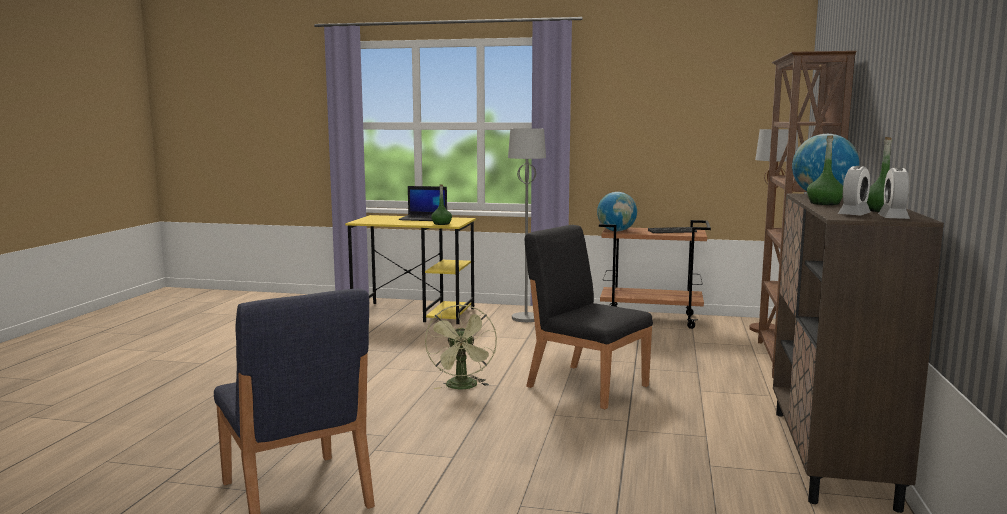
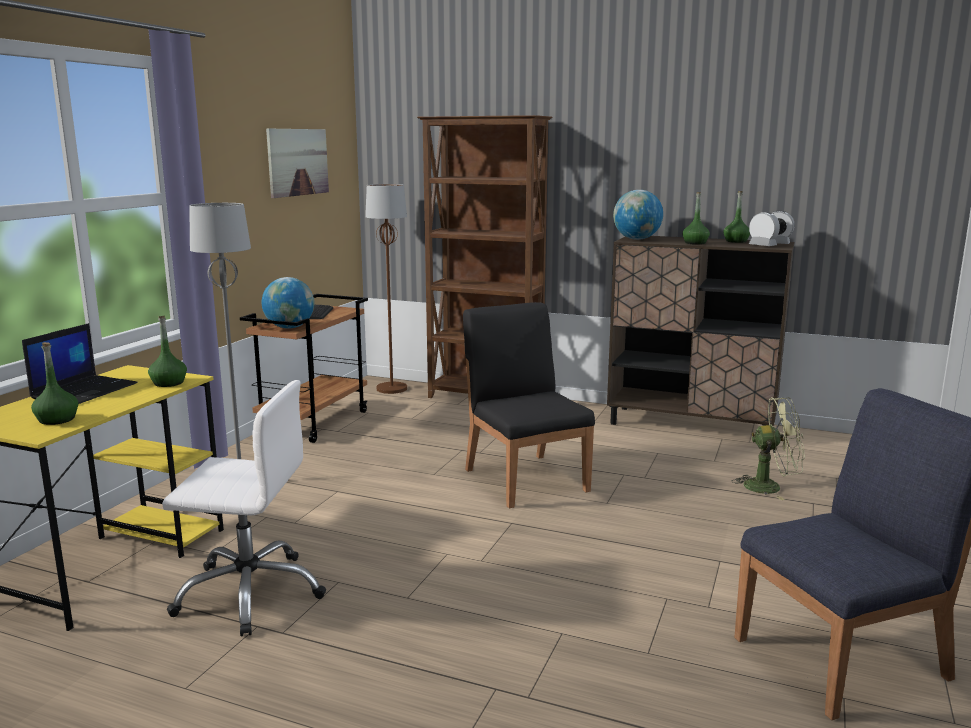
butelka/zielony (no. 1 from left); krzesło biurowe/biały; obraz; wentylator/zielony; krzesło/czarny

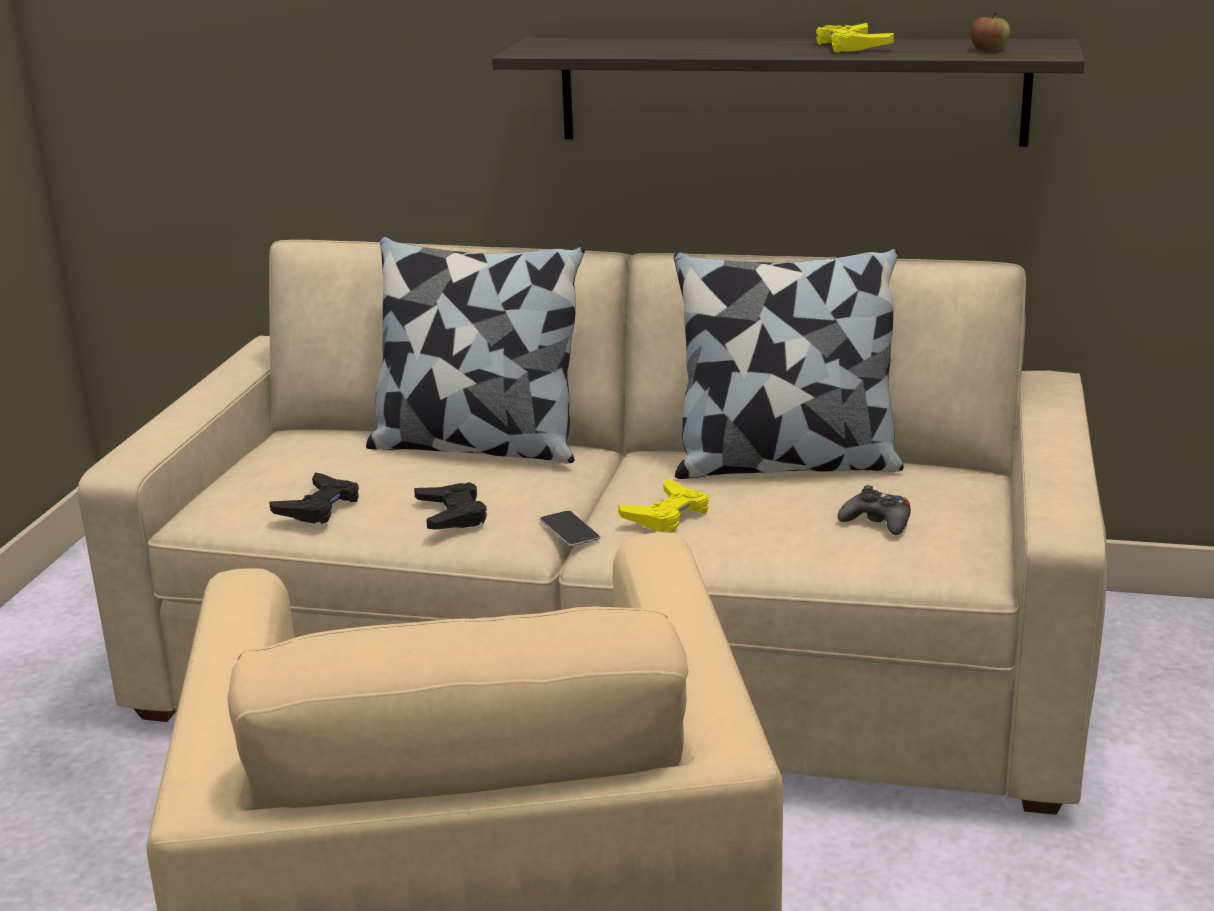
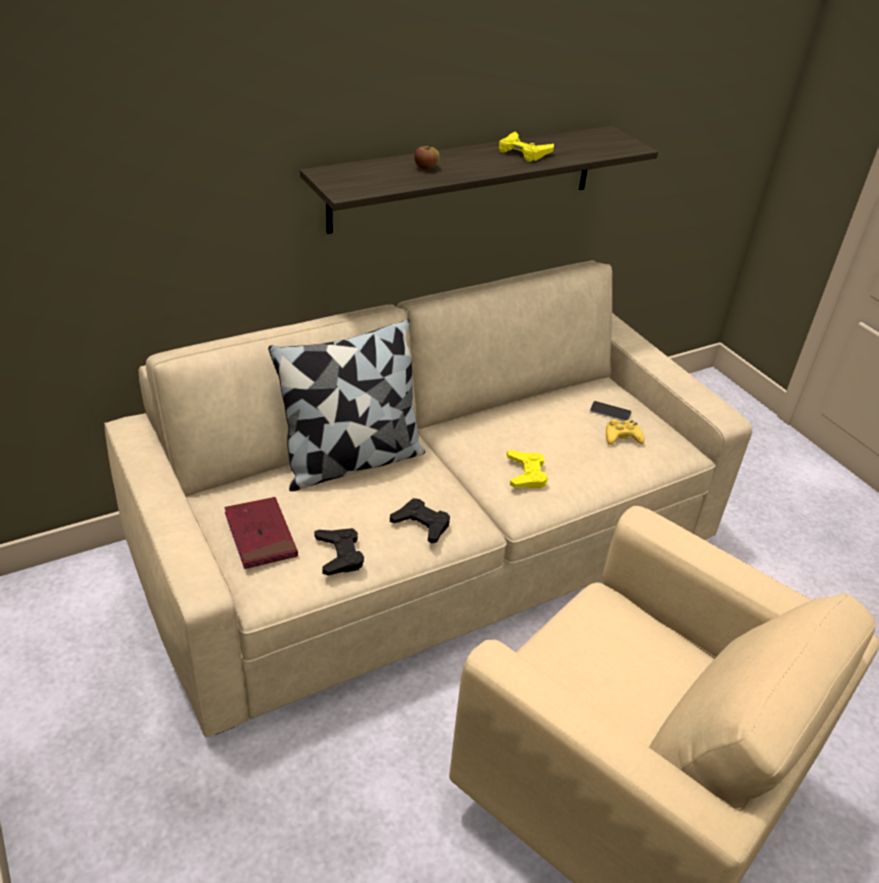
poduszka (no. 2 from left in the first image); książka/czerwony; telefon; jabłko; pad do gier/żółty (no. 3 from left)

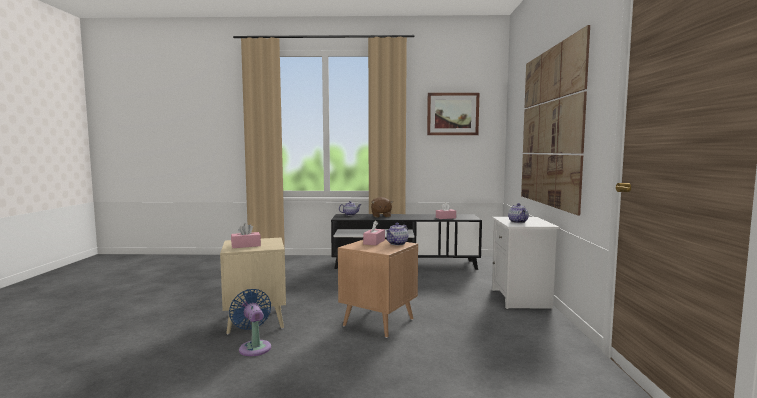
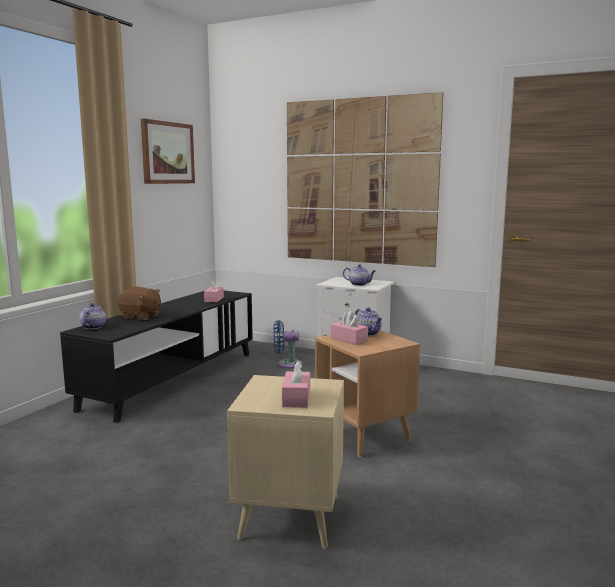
wentylator/niebieski

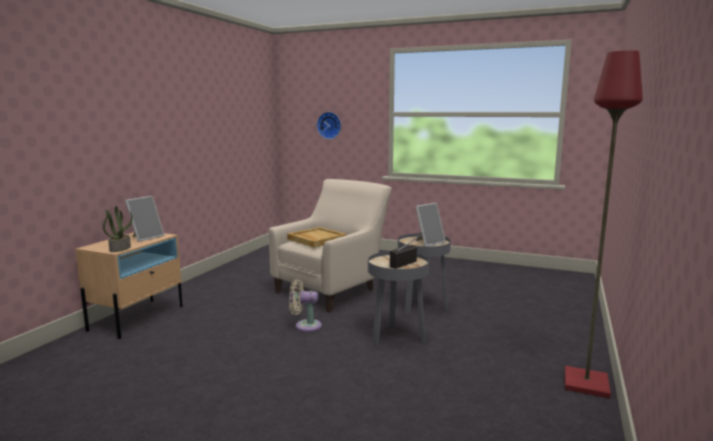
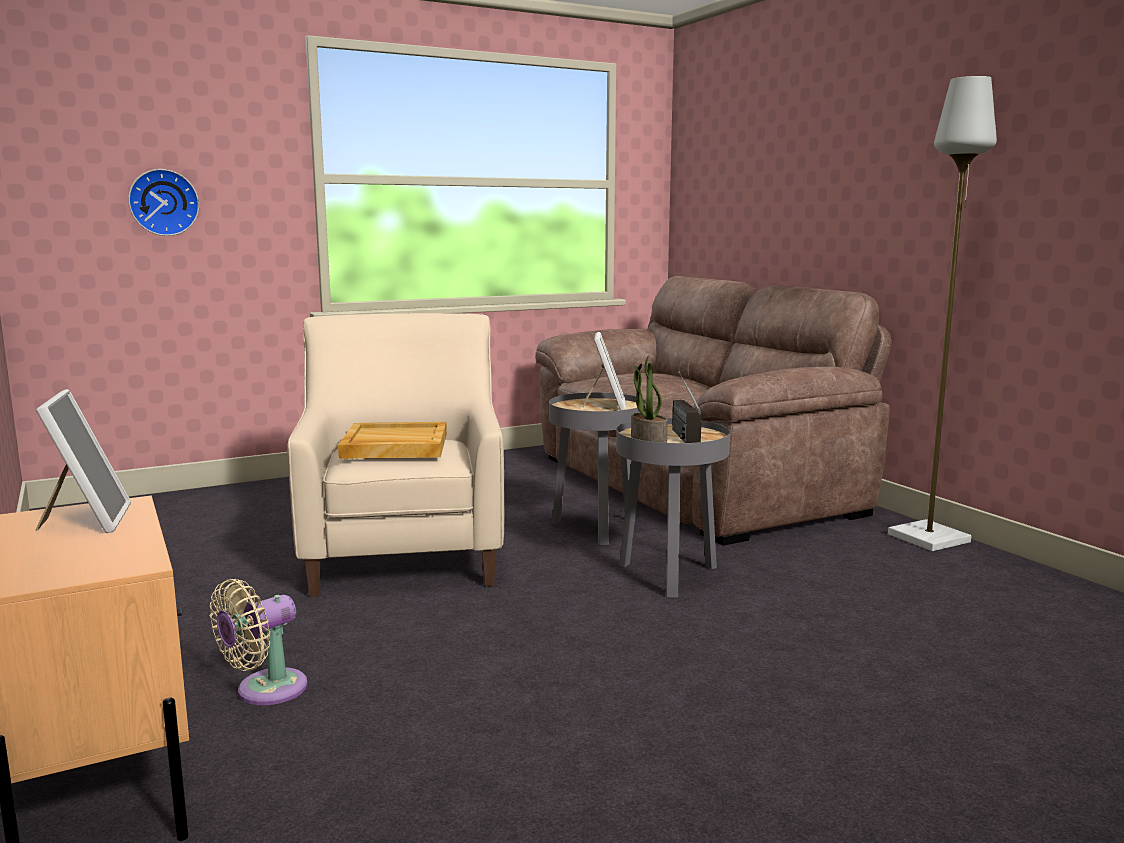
kanapa/brązowy; roślina doniczkowa; wentylator/beżowy; lampa stojąca/szary

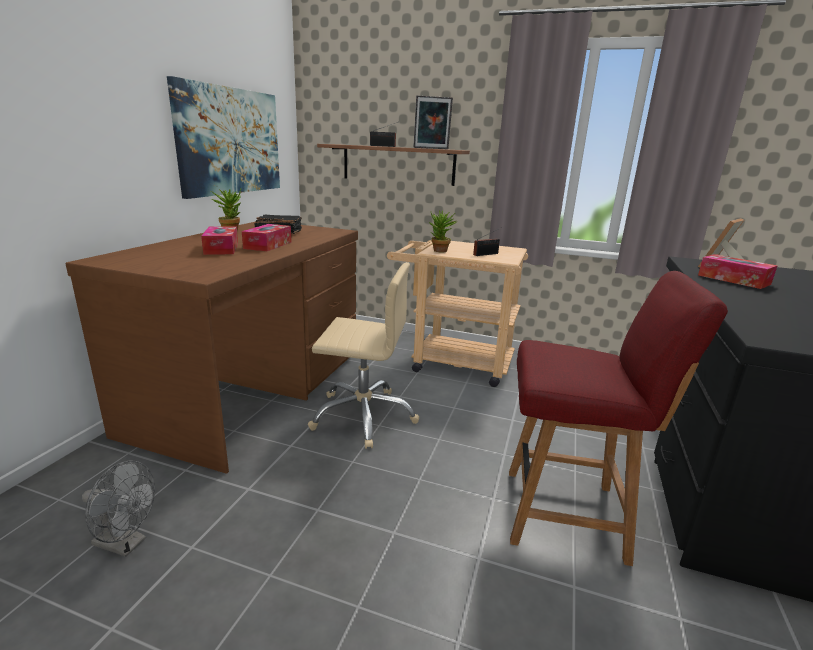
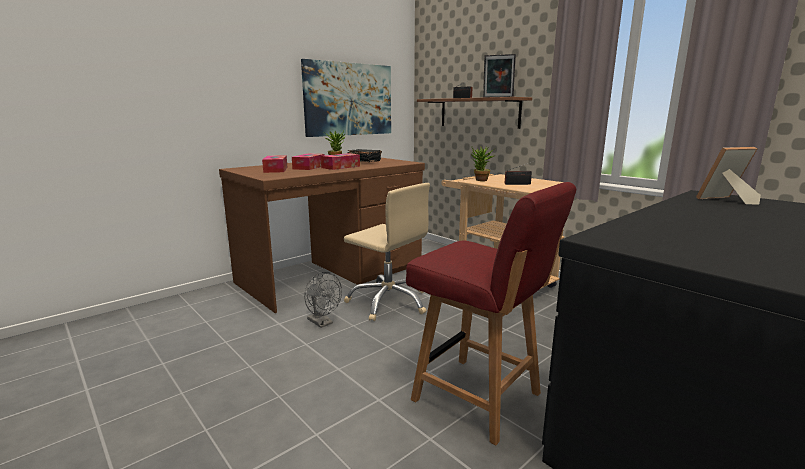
wentylator/szary; pudełko chusteczek (no. 1 from left)

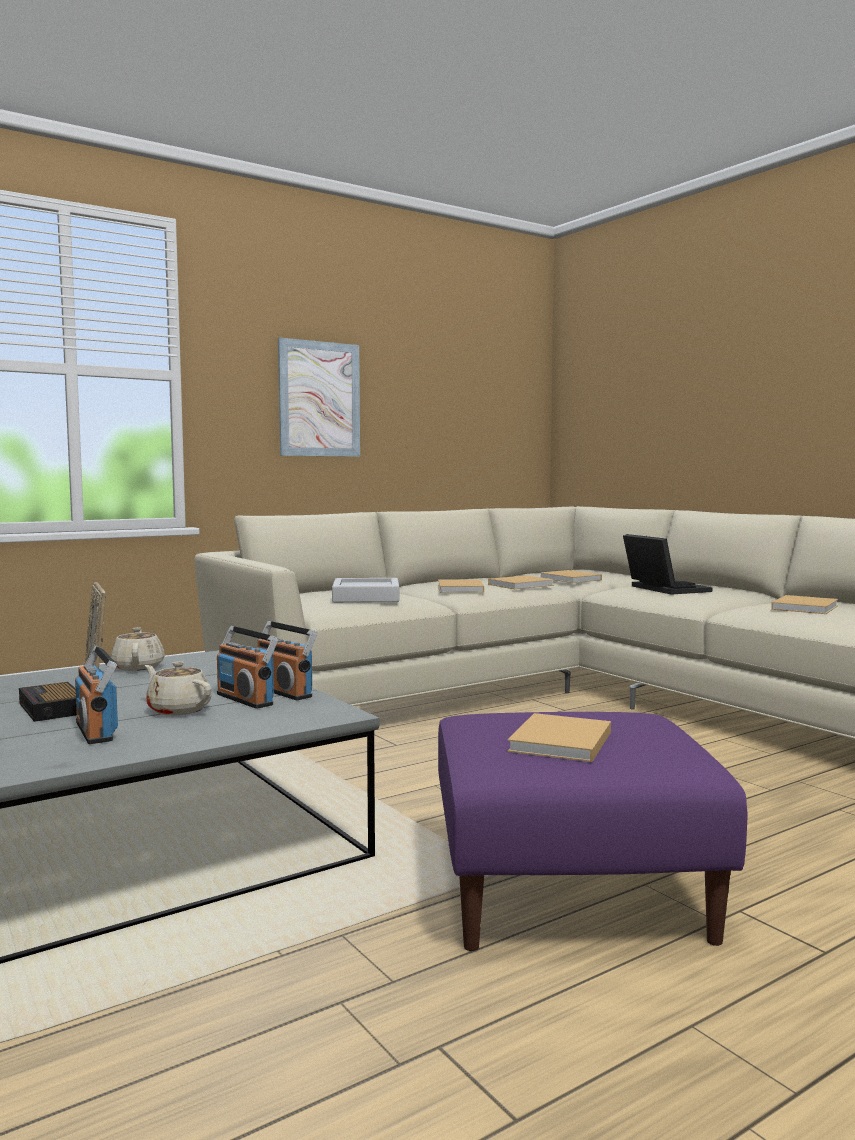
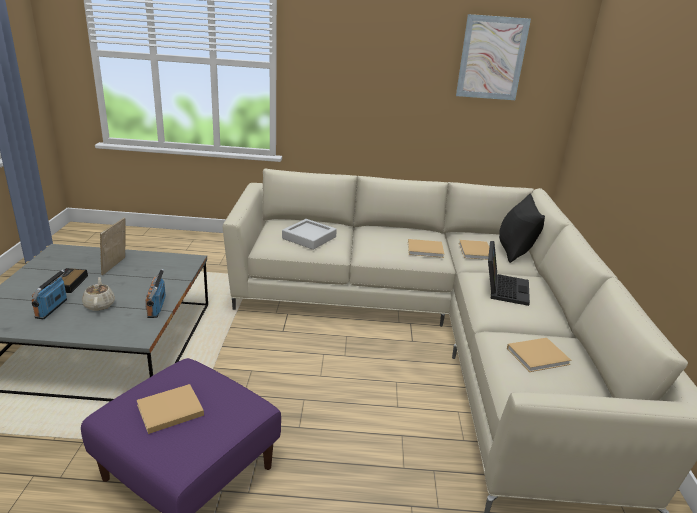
imbryk/beżowy (no. 1 from left in the first image); radio (no. 2 from left in the first image); książka/beżowy (no. 1 from left in the first image); poduszka/czarny; obraz

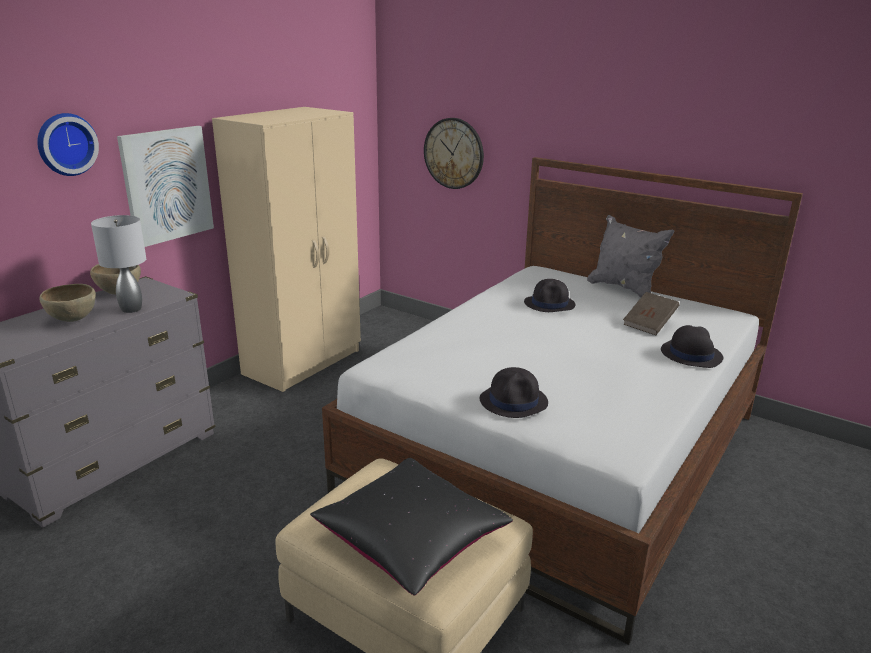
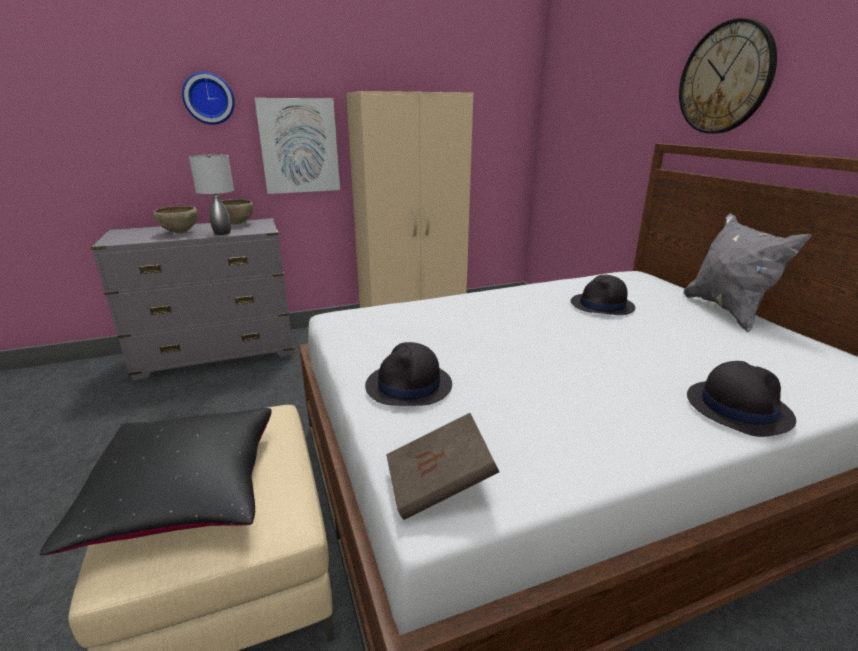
zegar ścienny (no. 2 from left); książka/brązowy

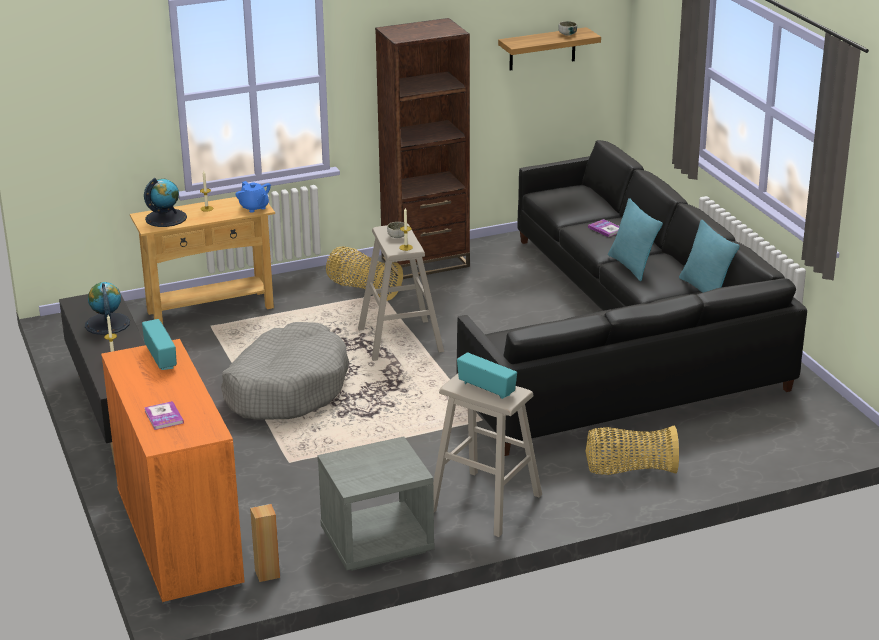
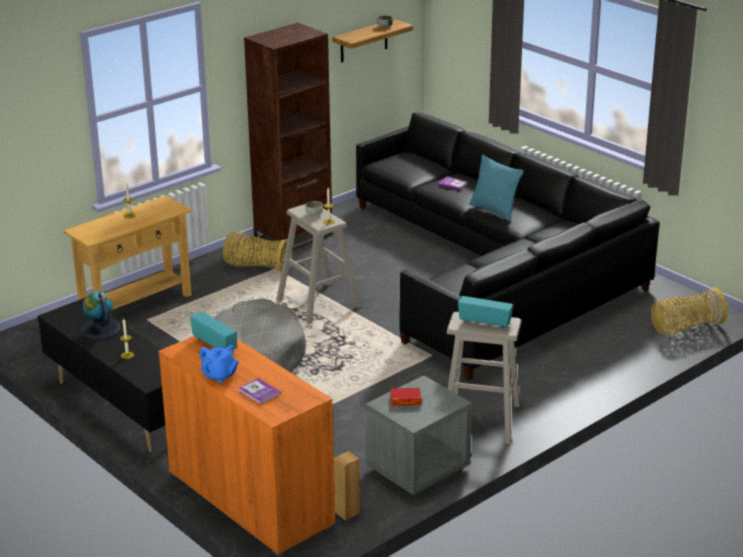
globus (no. 2 from left in the first image); poduszka/turkusowy (no. 2 from left in the first image); książka (no. 2 from left); imbryk/niebieski; koszyk (no. 2 from left)

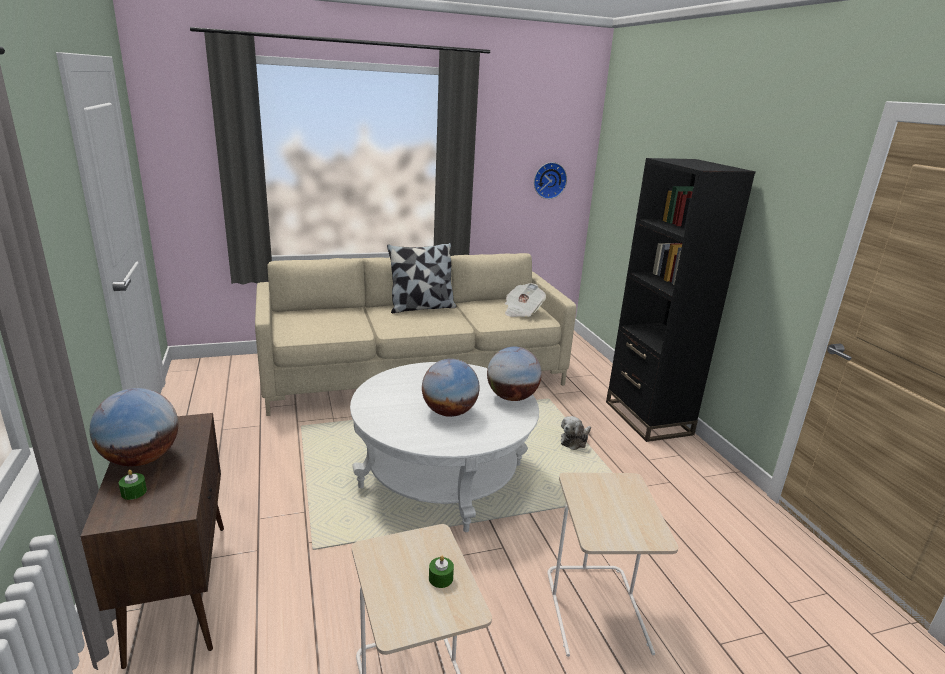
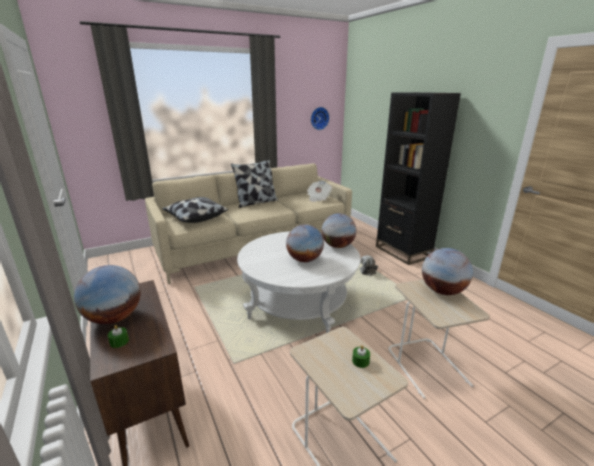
poduszka (no. 1 from left); globus (no. 4 from left)

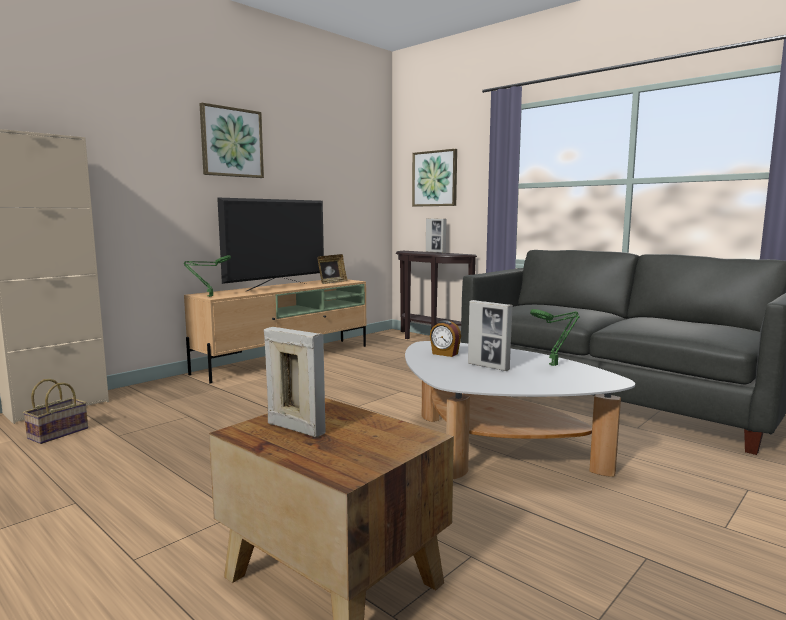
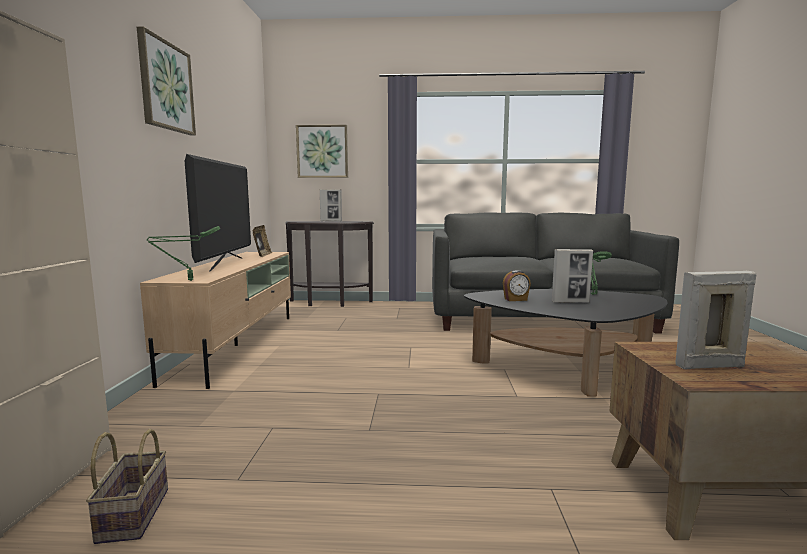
ława/czarny

